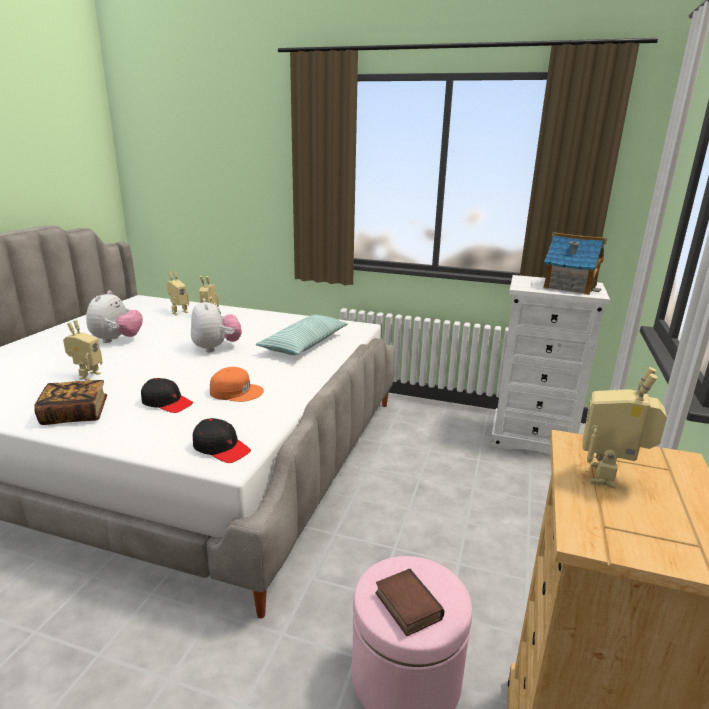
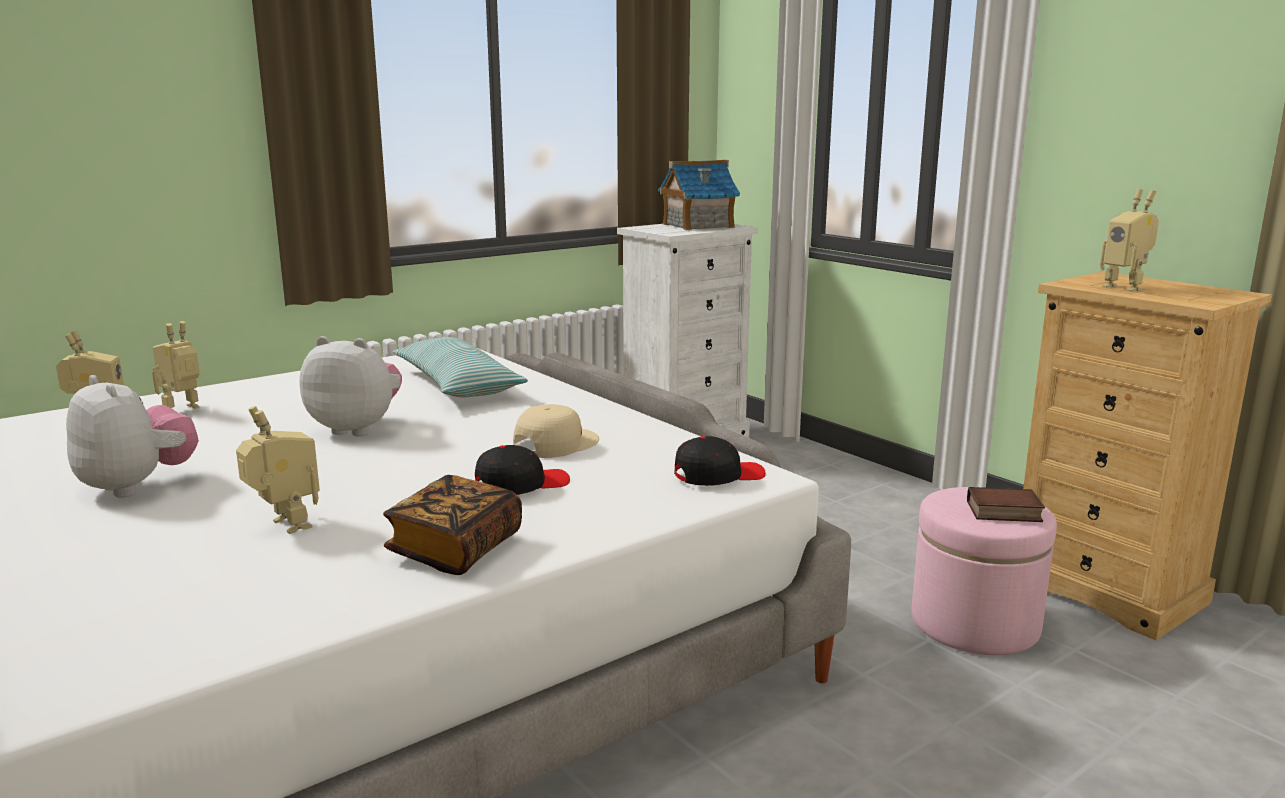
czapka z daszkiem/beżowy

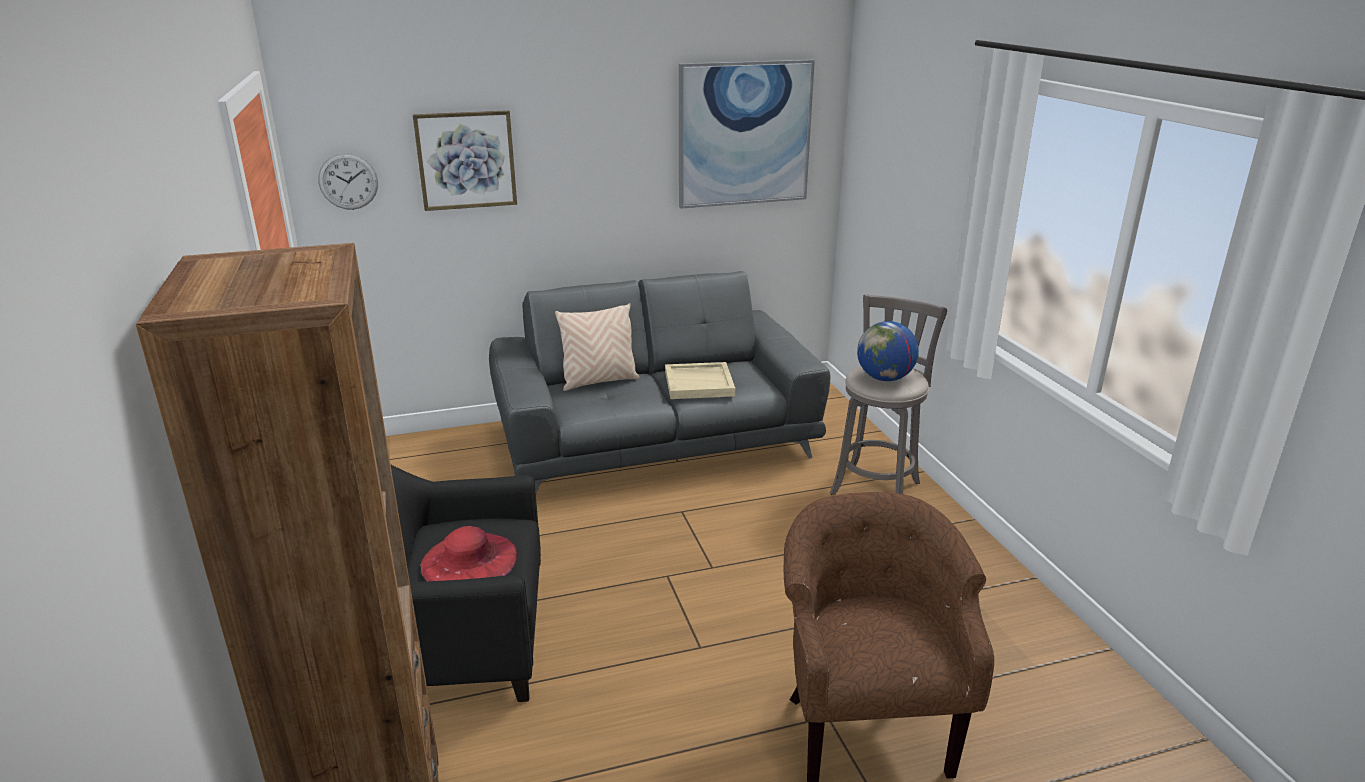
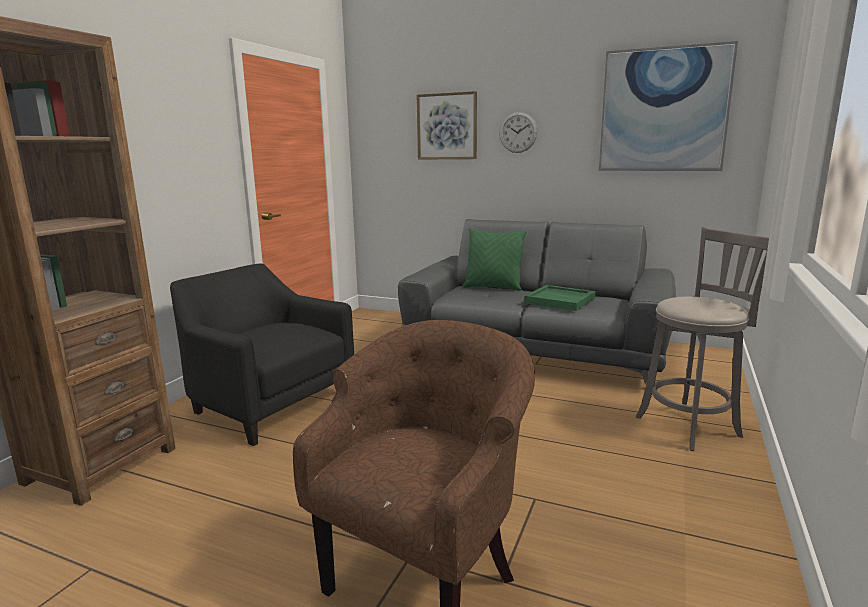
kapelusz/czerwony; globus; zegar ścienny; poduszka/zielony; taca/zielony

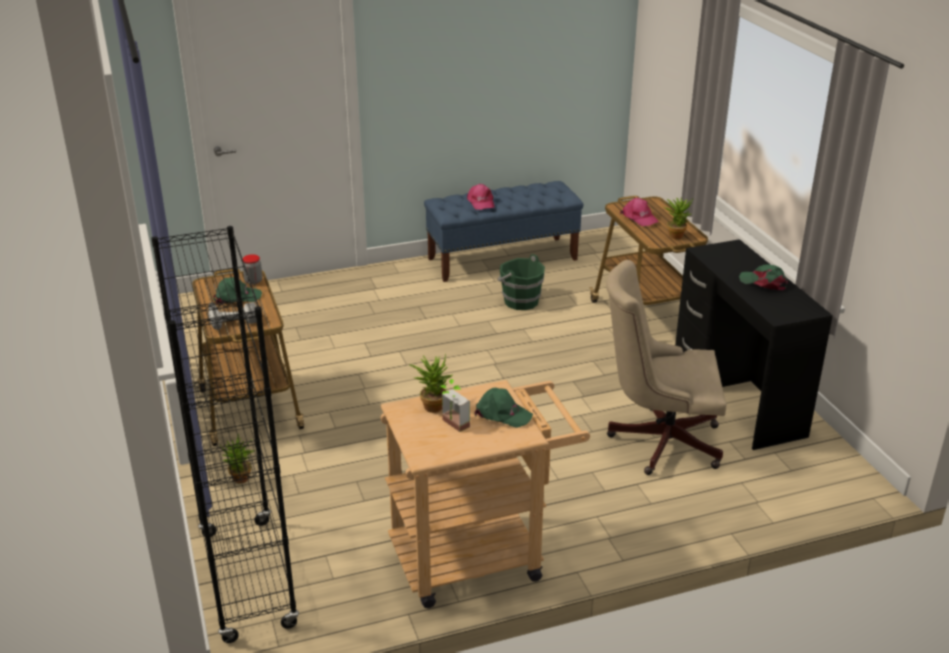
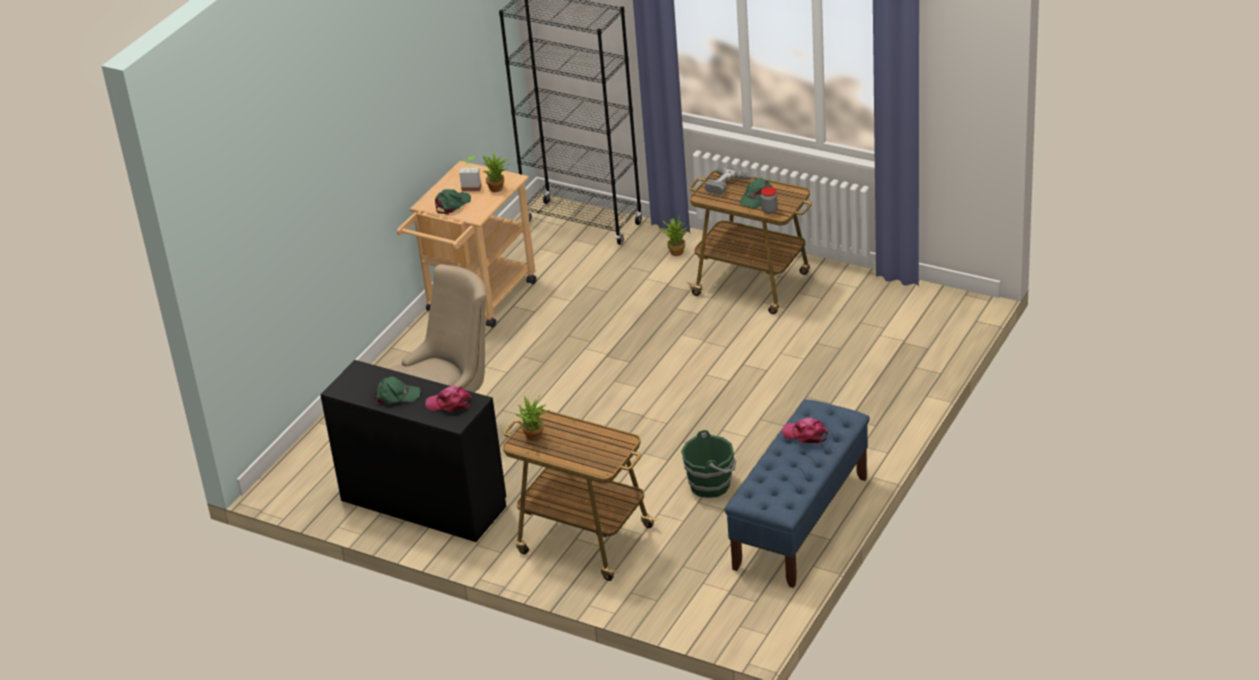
czapka z daszkiem/różowy (no. 1 from left); czapka z daszkiem/zielony (no. 2 from left)

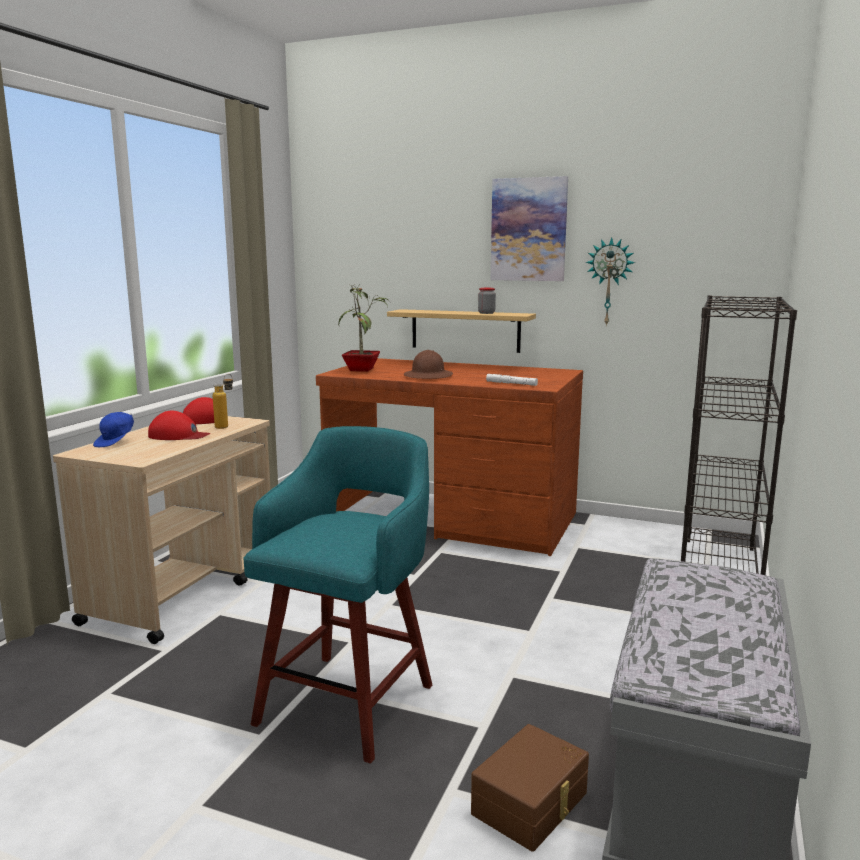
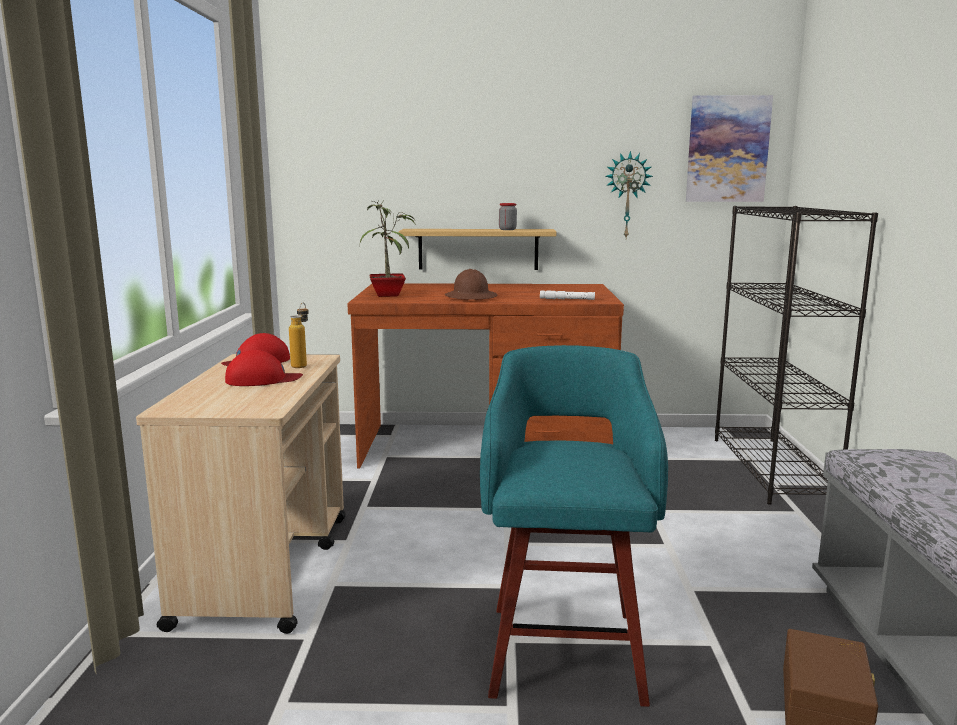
czapka z daszkiem/niebieski; obraz

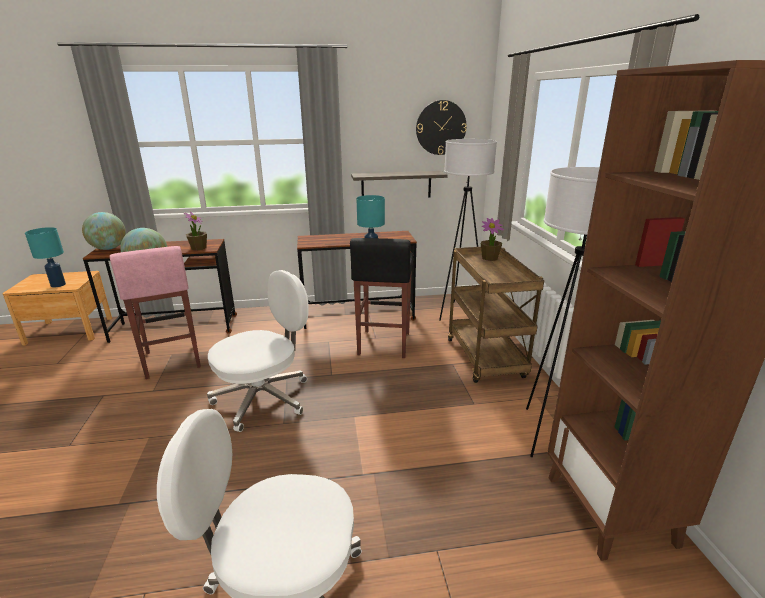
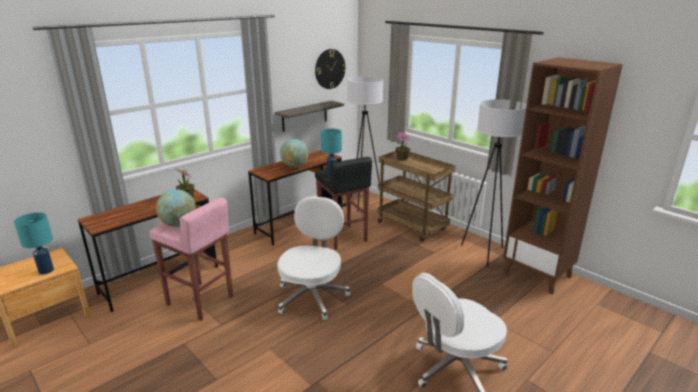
globus (no. 2 from left)

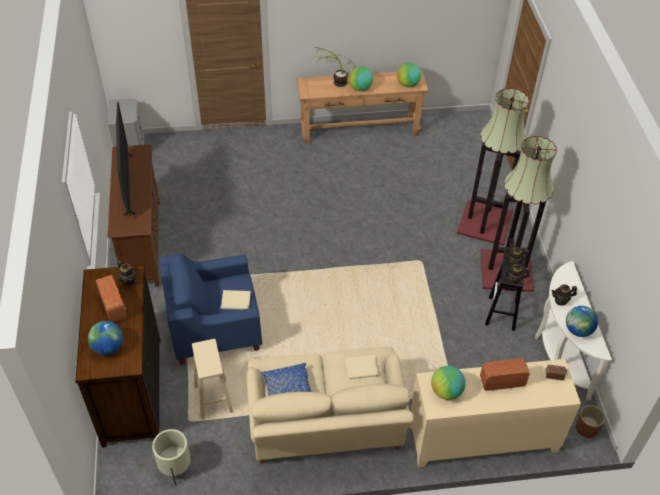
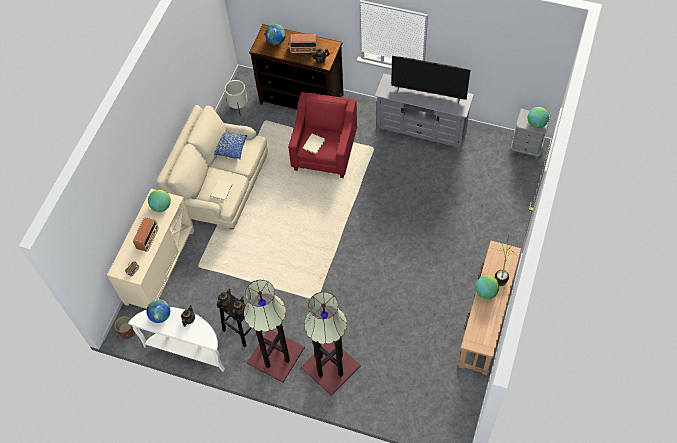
stołek/beżowy; globus (no. 5 from left); szafka pod telewizor/szary; fotel/czerwony

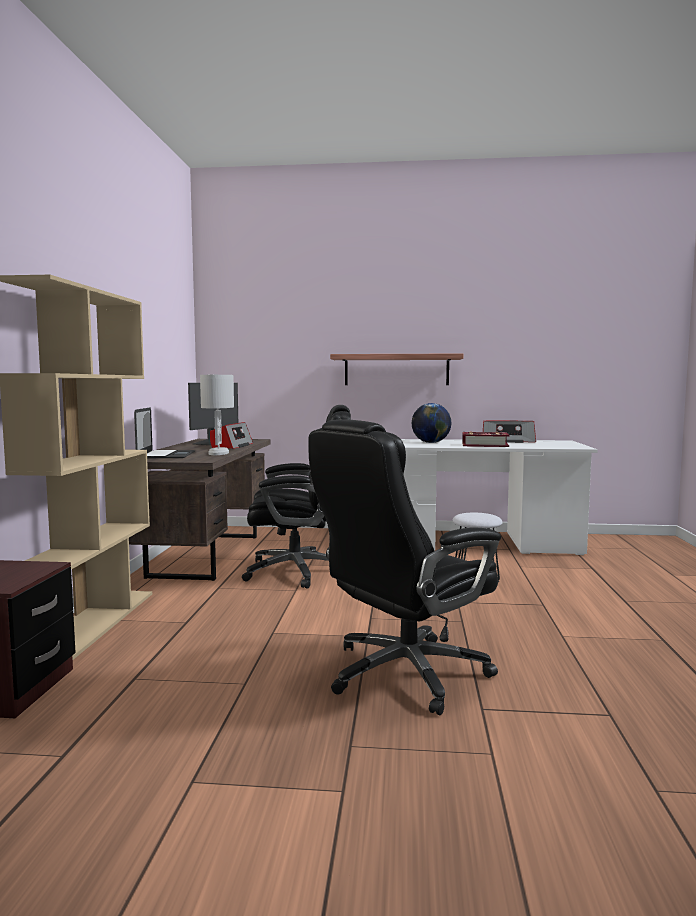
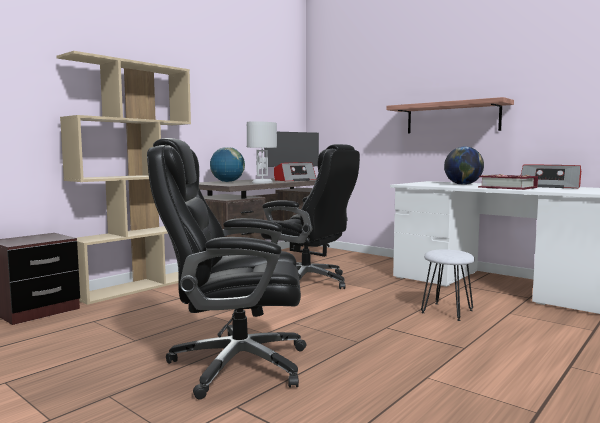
globus (no. 1 from left)

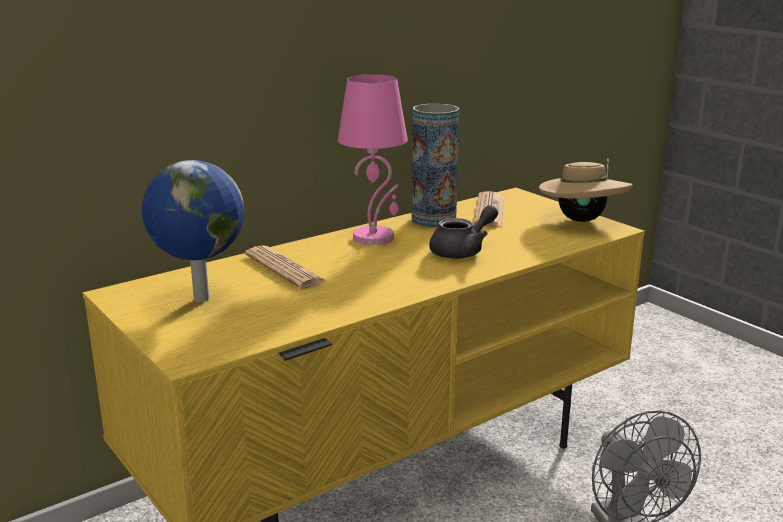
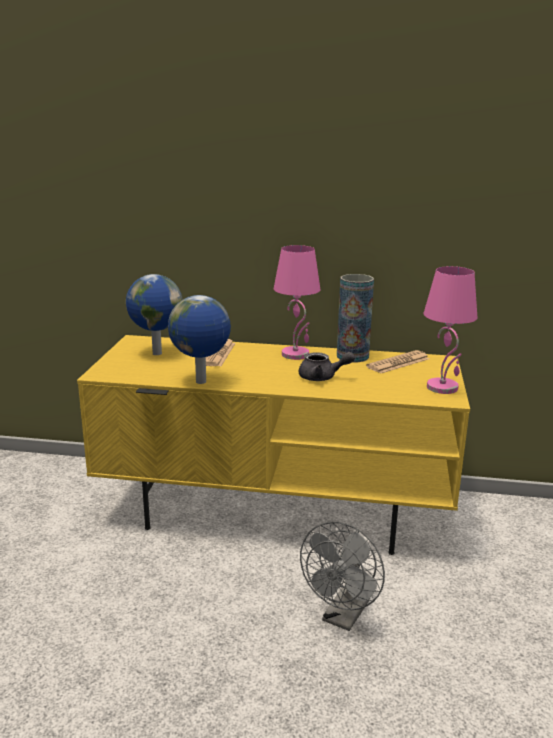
globus (no. 2 from left); lampa stołowa/różowy (no. 2 from left)

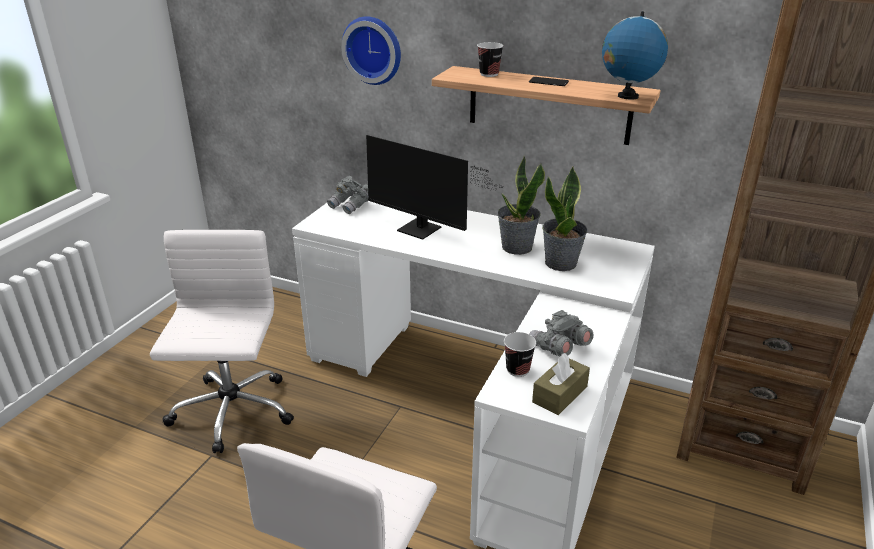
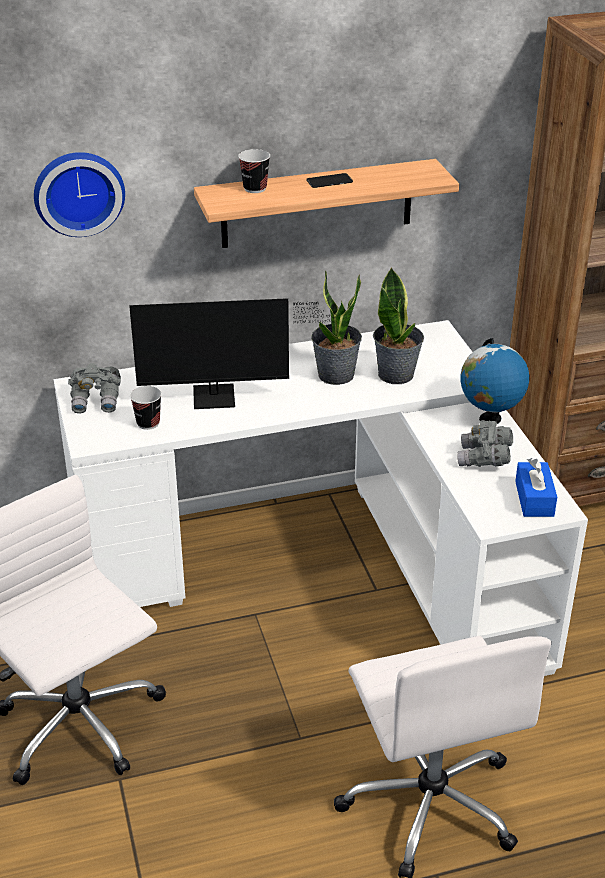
filiżanka (no. 1 from left); globus; pudełko chusteczek/niebieski

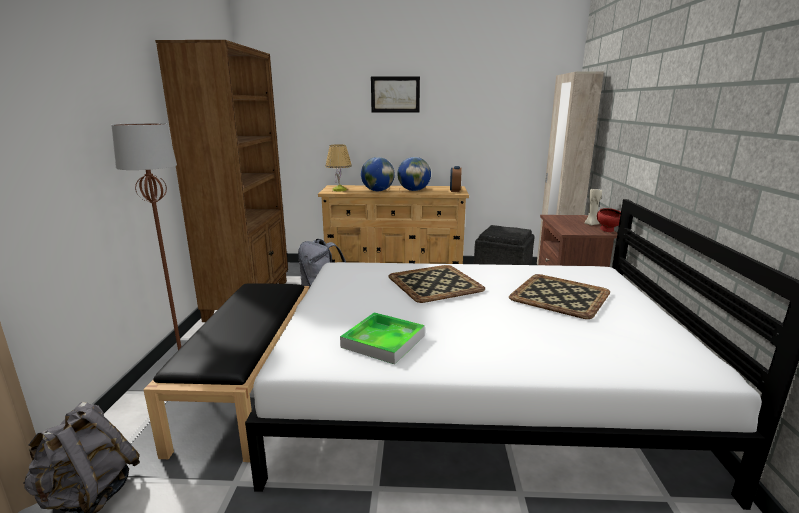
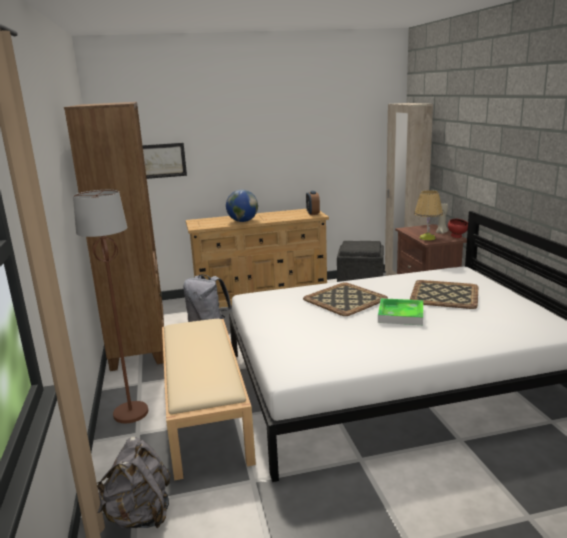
globus (no. 2 from left in the first image); lampa stołowa; taca (no. 2 from left); obraz; ławka/beżowy

